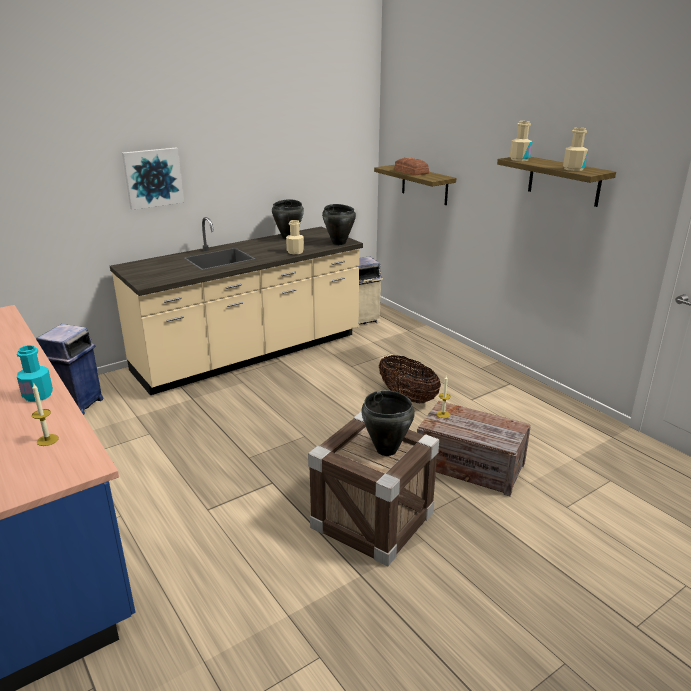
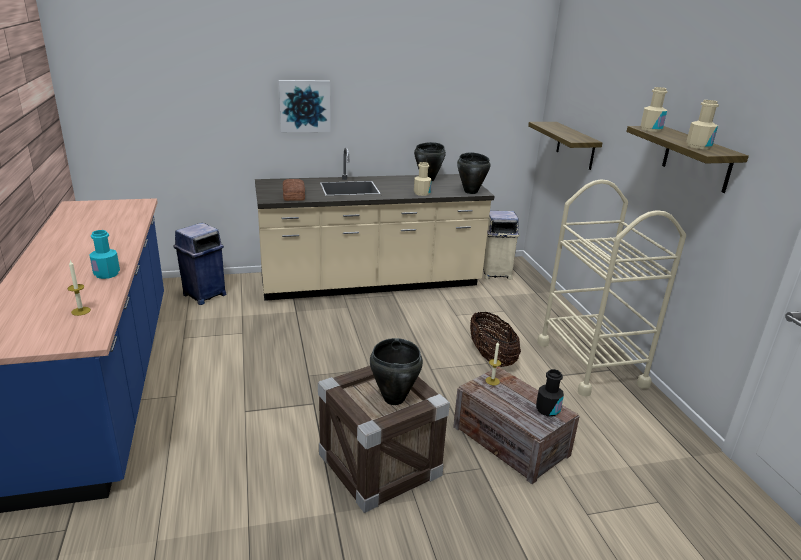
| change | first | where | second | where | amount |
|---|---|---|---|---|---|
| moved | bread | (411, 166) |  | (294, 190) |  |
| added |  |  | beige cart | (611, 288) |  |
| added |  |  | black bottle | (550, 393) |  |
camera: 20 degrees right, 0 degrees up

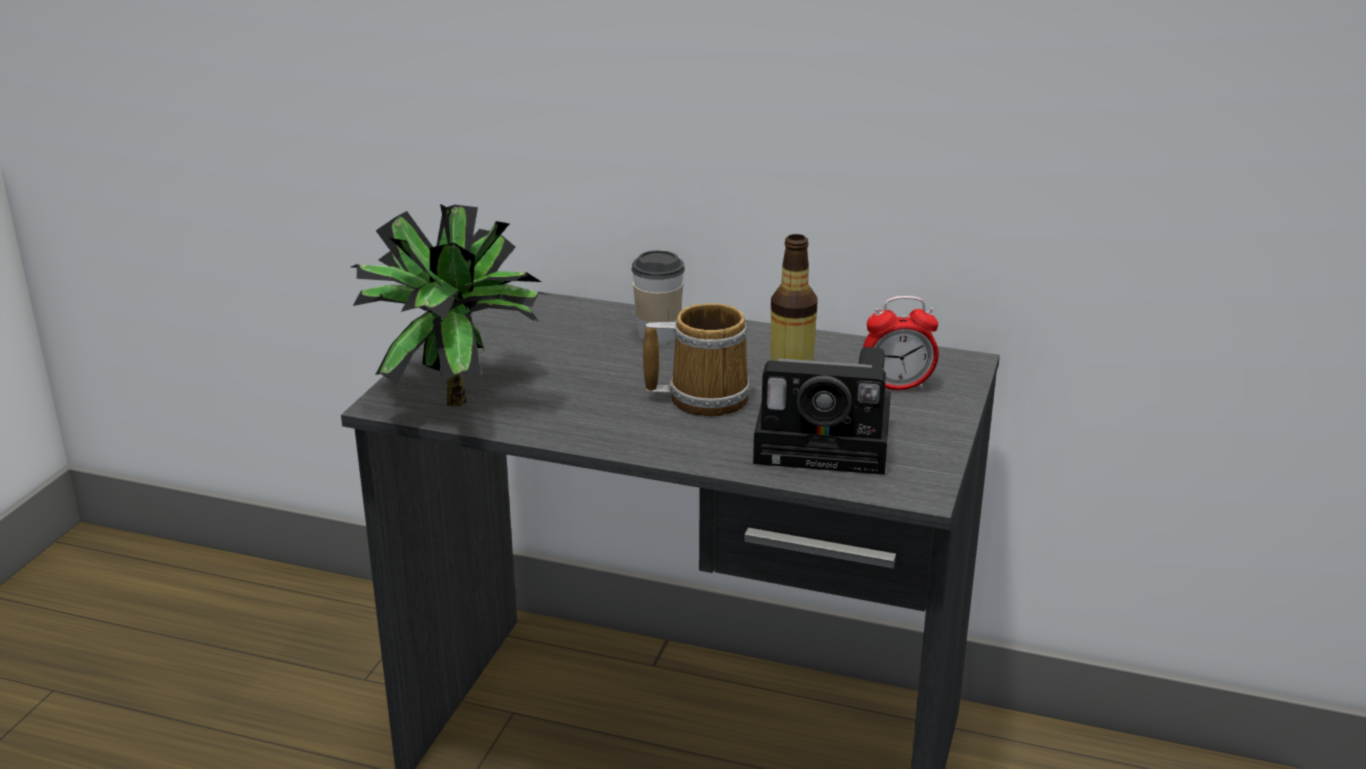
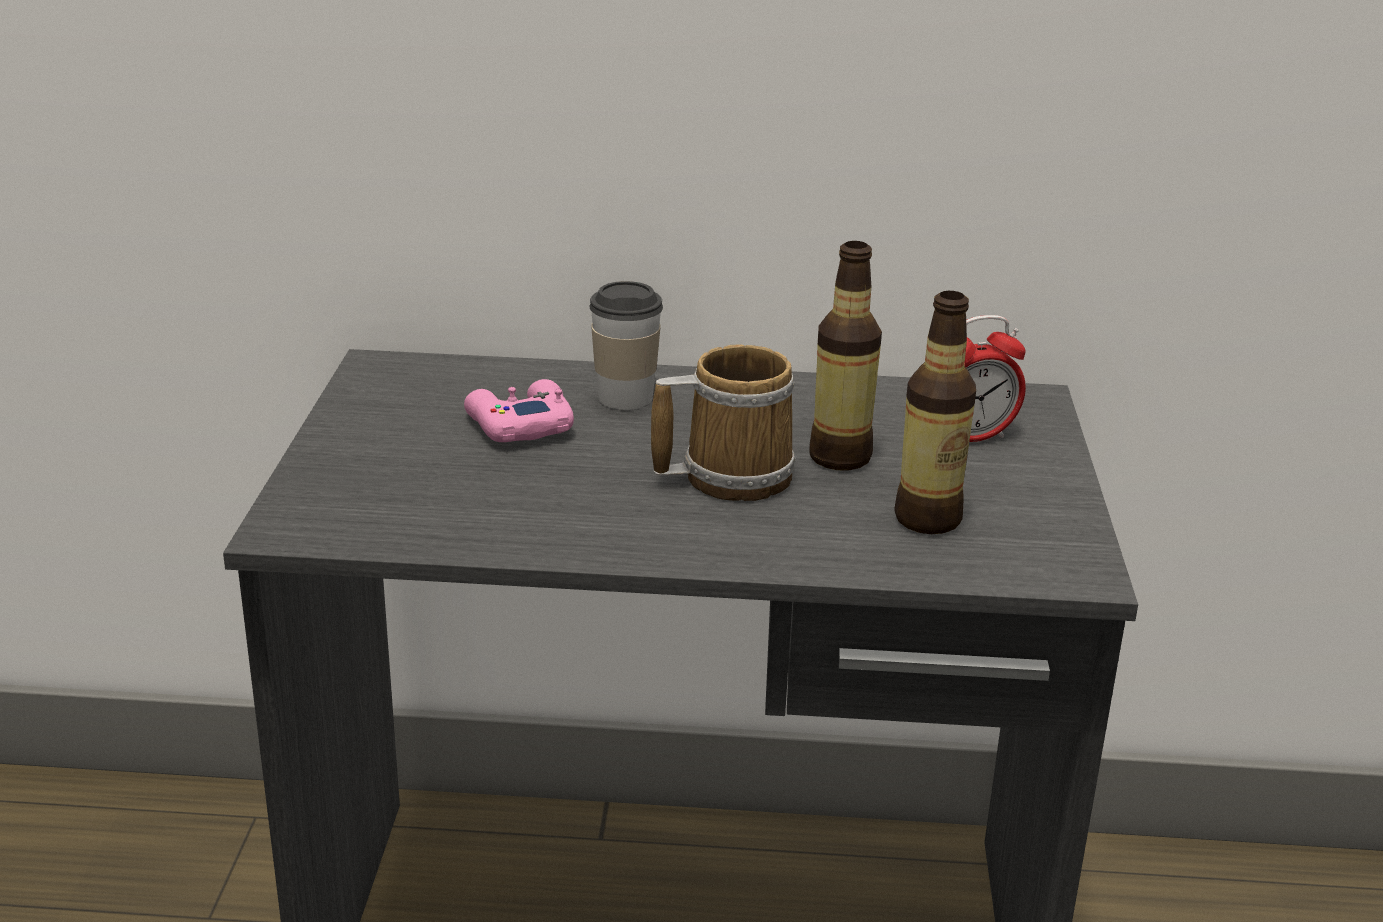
| change | first | where | second | where | amount |
|---|---|---|---|---|---|
| removed | potted plant | (450, 305) |  |  |  |
| replaced | photo camera | (822, 411) | bottle | (935, 412) |  |
| added |  |  | pink game controller | (519, 410) |  |
camera: 15 degrees left, 0 degrees up

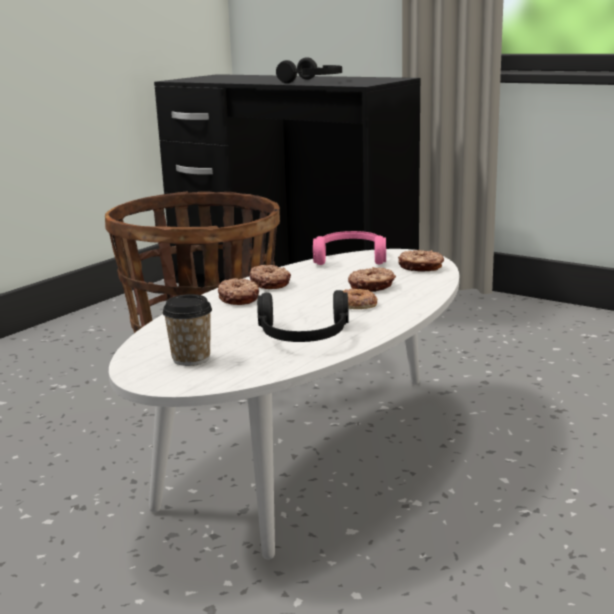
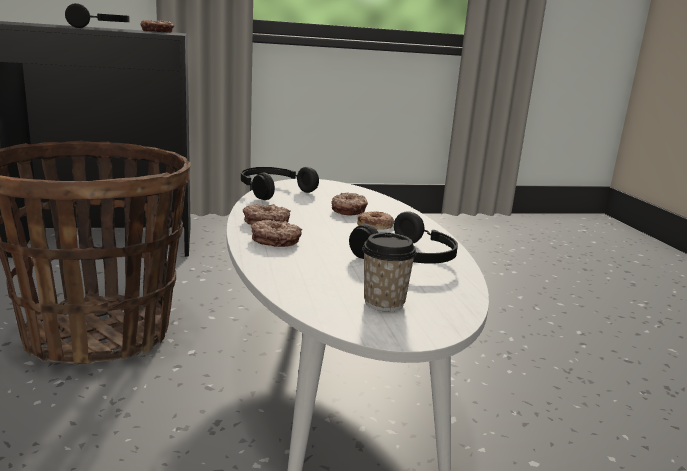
| change | first | where | second | where | amount |
|---|---|---|---|---|---|
| recoloured | pink headphones | (349, 248) | black headphones | (280, 183) |  |
| moved | donut | (421, 260) |  | (157, 26) |  |
camera: 50 degrees left, 0 degrees up

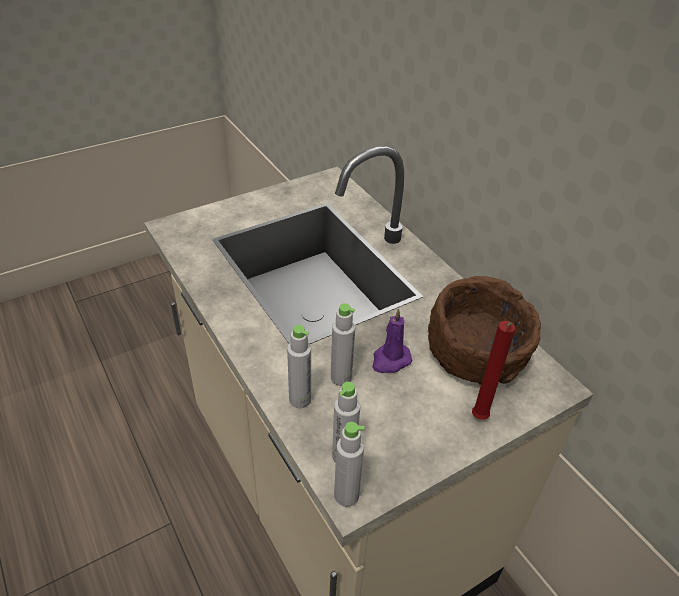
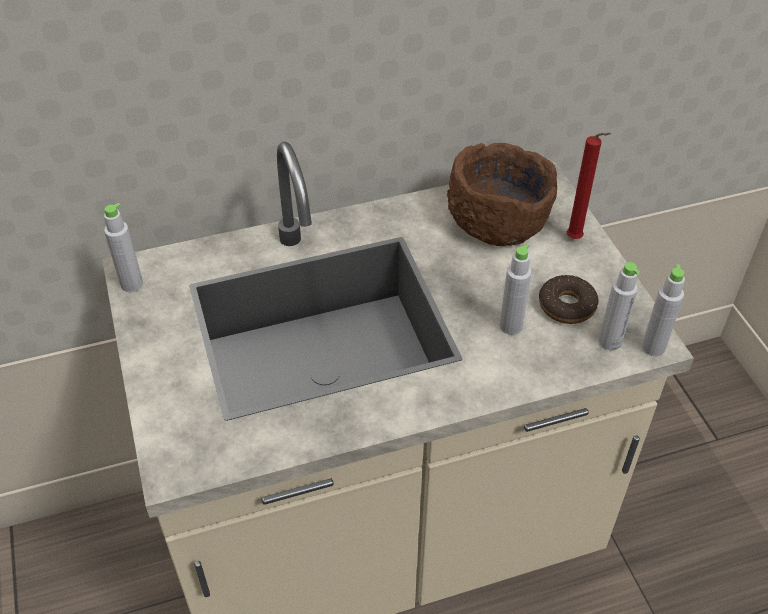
| change | first | where | second | where | amount |
|---|---|---|---|---|---|
| removed | purple candle | (392, 340) |  |  |  |
| moved | grey bottle | (299, 366) |  | (123, 247) |  |
| added |  |  | donut | (569, 299) |  |
camera: 75 degrees left, 5 degrees up

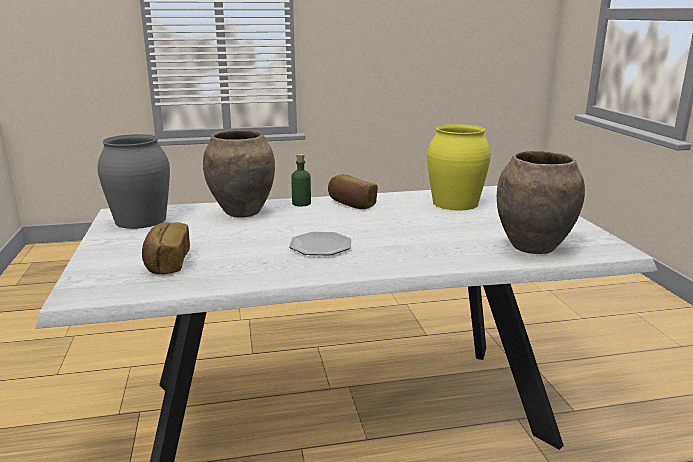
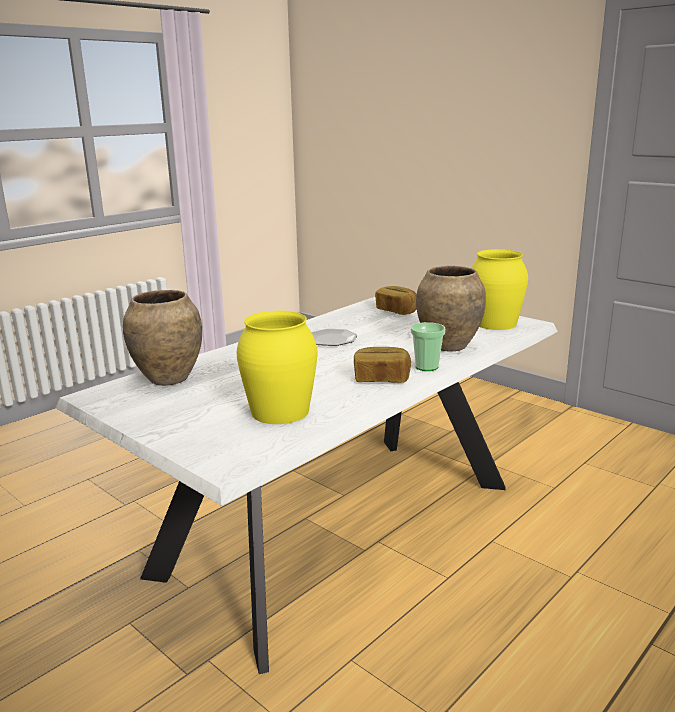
| change | first | where | second | where | amount |
|---|---|---|---|---|---|
| recoloured | grey vase | (133, 181) | yellow vase | (499, 289) |  |
| replaced | green bottle | (301, 180) | cup | (428, 346) |  |
camera: 145 degrees right, 0 degrees up

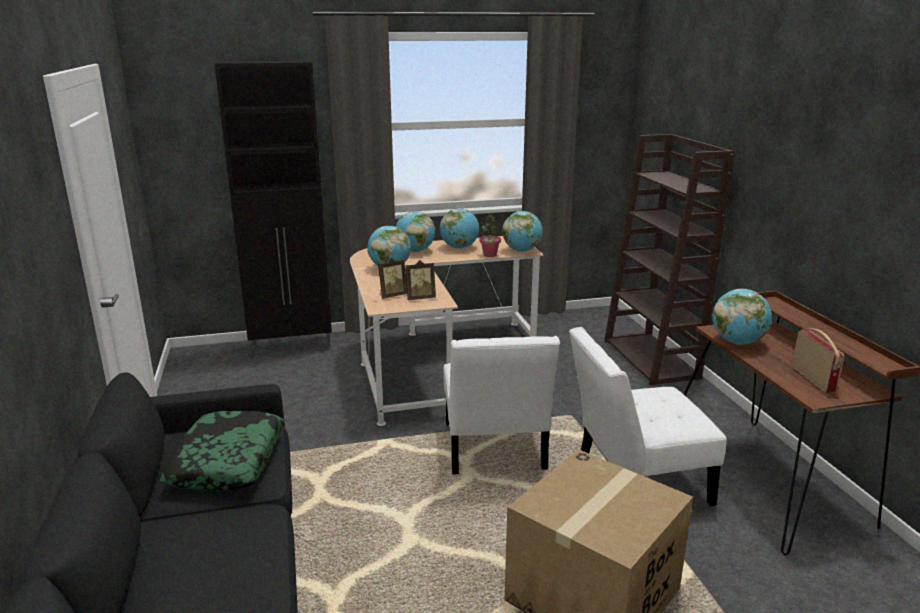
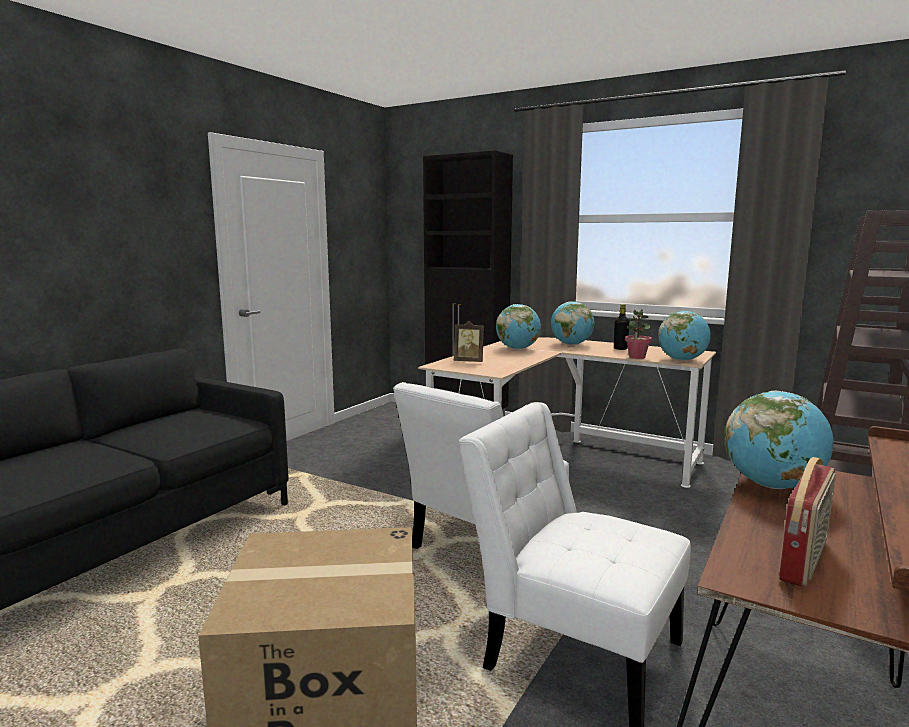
| change | first | where | second | where | amount |
|---|---|---|---|---|---|
| replaced | globe | (459, 228) | black bottle | (622, 327) |  |
| removed | picture frame | (421, 280) |  |  |  |
| removed | pillow | (222, 450) |  |  |  |
camera: 45 degrees right, 10 degrees down

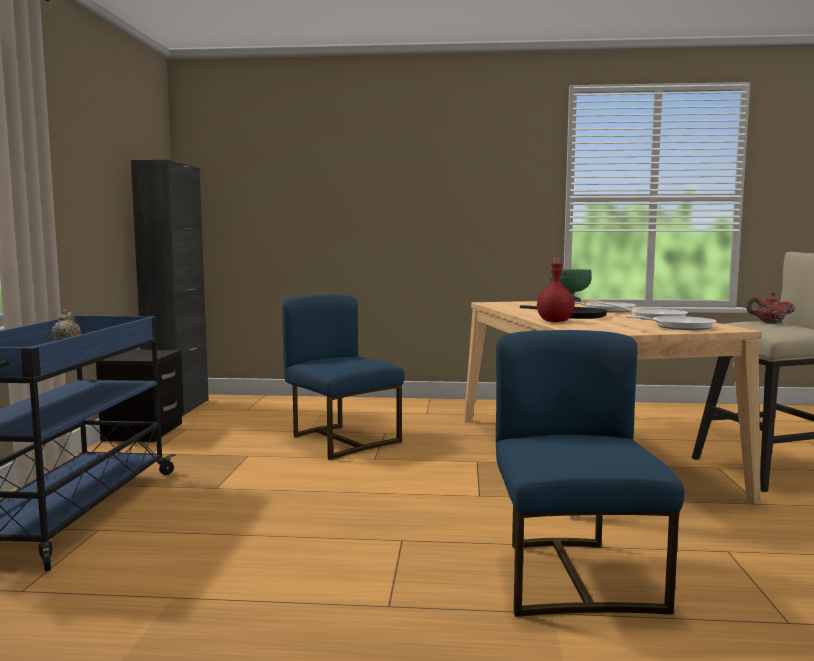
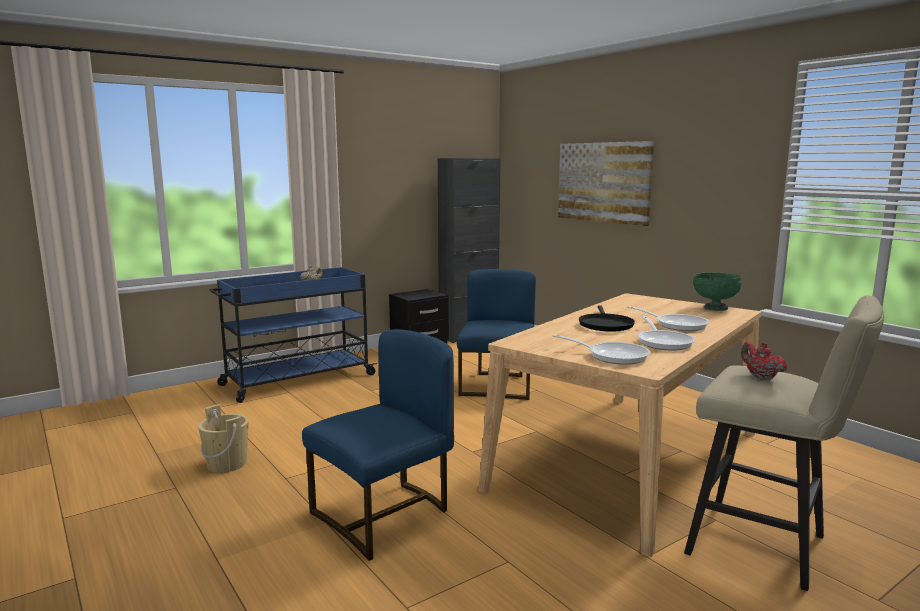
| change | first | where | second | where | amount |
|---|---|---|---|---|---|
| removed | red bottle | (556, 290) |  |  |  |
| added |  |  | picture | (606, 183) |  |
| added |  |  | beige bucket | (223, 438) |  |
camera: 50 degrees right, 5 degrees up

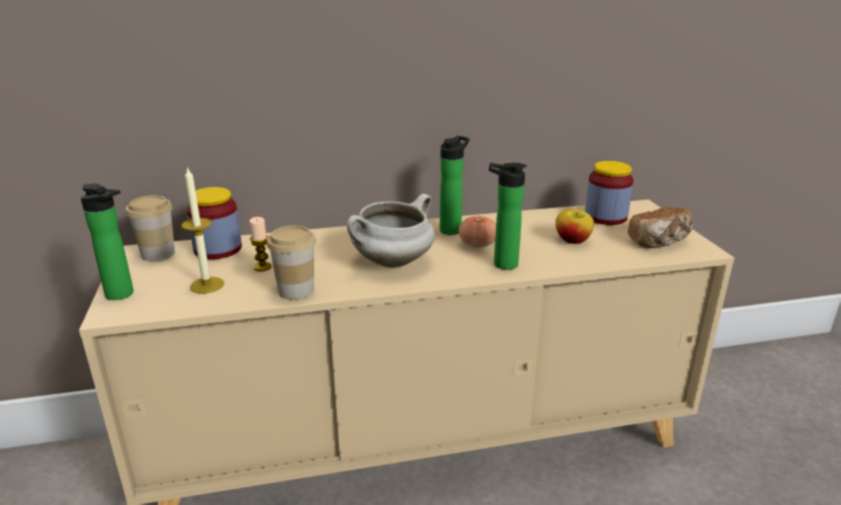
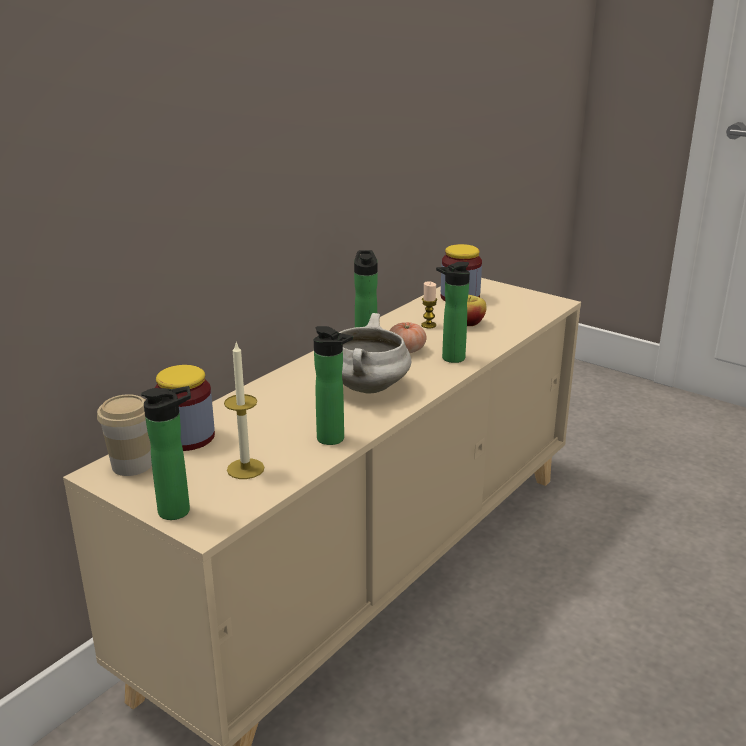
| change | first | where | second | where | amount |
|---|---|---|---|---|---|
| removed | bread | (660, 227) |  |  |  |
| moved | candle | (261, 244) |  | (429, 305) |  |
| replaced | cup | (291, 263) | bottle | (333, 385) |  |
camera: 40 degrees left, 0 degrees up

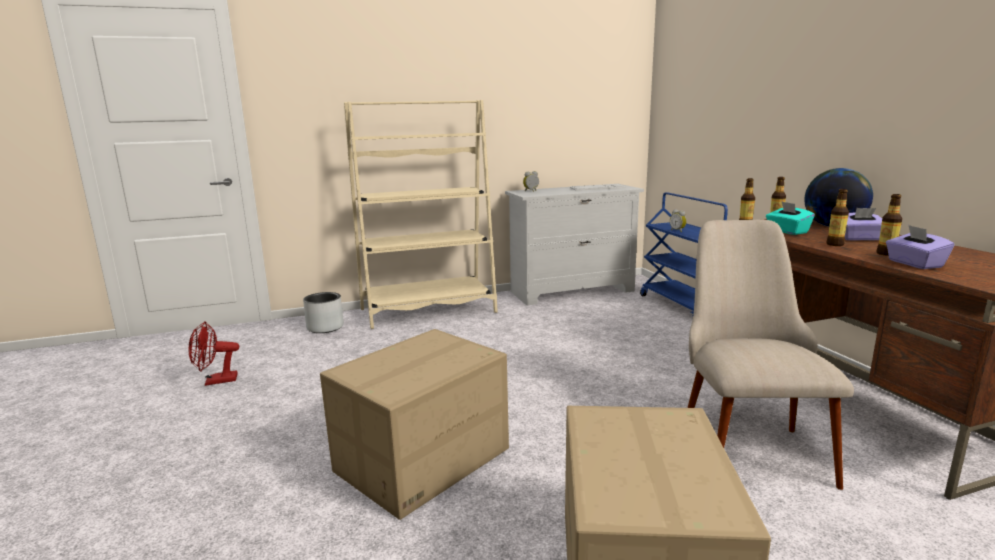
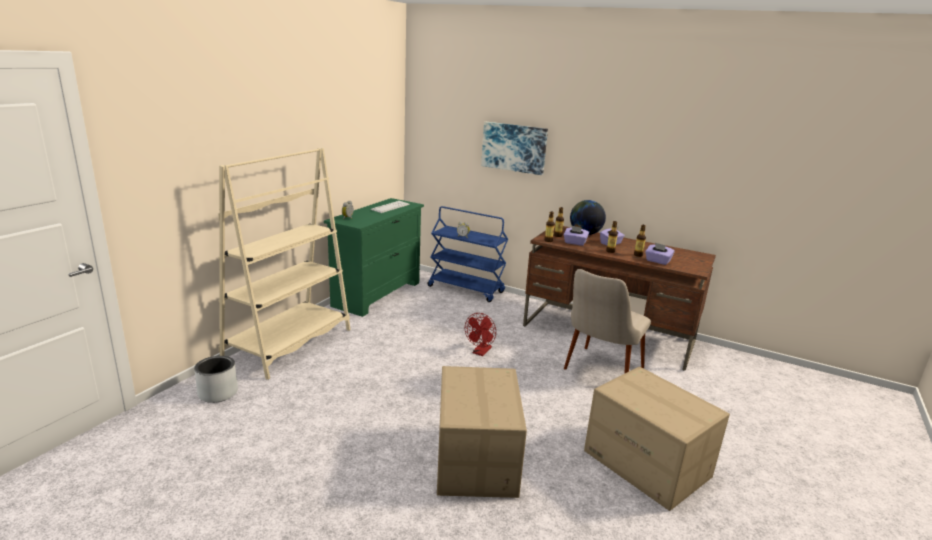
| change | first | where | second | where | amount |
|---|---|---|---|---|---|
| recoloured | white dresser | (574, 244) | green dresser | (374, 257) |  |
| recoloured | turquoise tissue box | (790, 218) | purple tissue box | (576, 236) |  |
| turned | beige chair | (770, 355) |  | (607, 321) | 105 degrees counterclockwise |
| moved | red fan | (214, 353) |  | (480, 334) |  |
| added |  |  | picture | (514, 148) |  |
camera: 45 degrees left, 5 degrees up

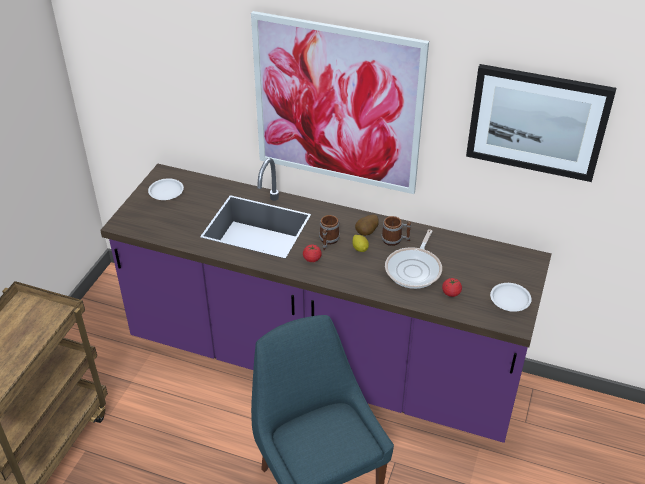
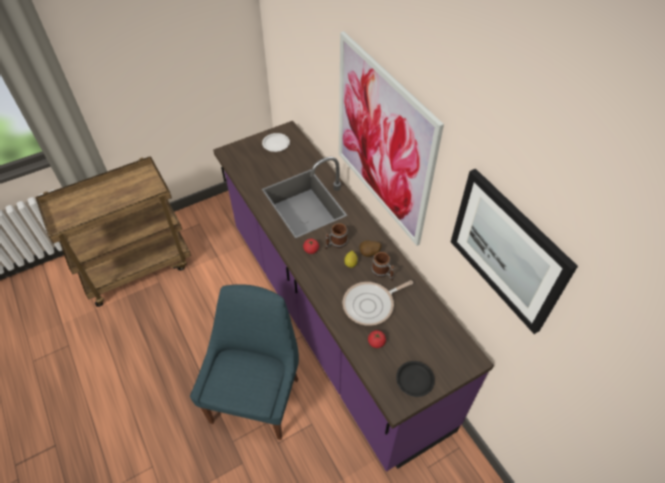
| change | first | where | second | where | amount |
|---|---|---|---|---|---|
| recoloured | white plate | (511, 297) | black plate | (415, 379) |  |
camera: 40 degrees right, 10 degrees up

